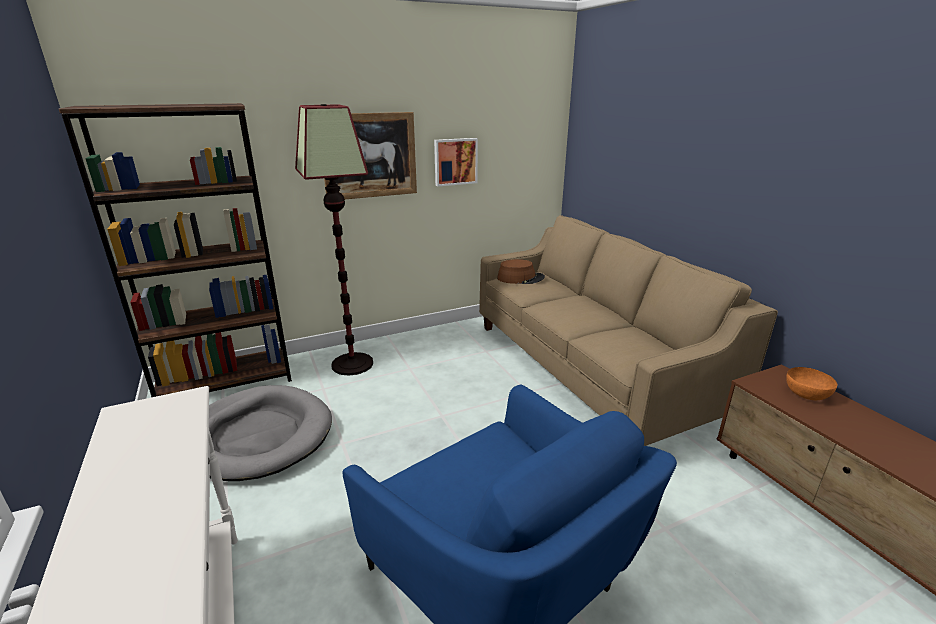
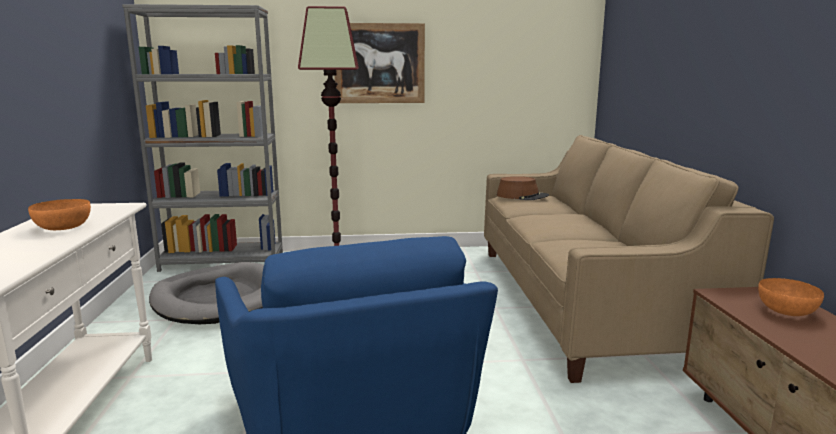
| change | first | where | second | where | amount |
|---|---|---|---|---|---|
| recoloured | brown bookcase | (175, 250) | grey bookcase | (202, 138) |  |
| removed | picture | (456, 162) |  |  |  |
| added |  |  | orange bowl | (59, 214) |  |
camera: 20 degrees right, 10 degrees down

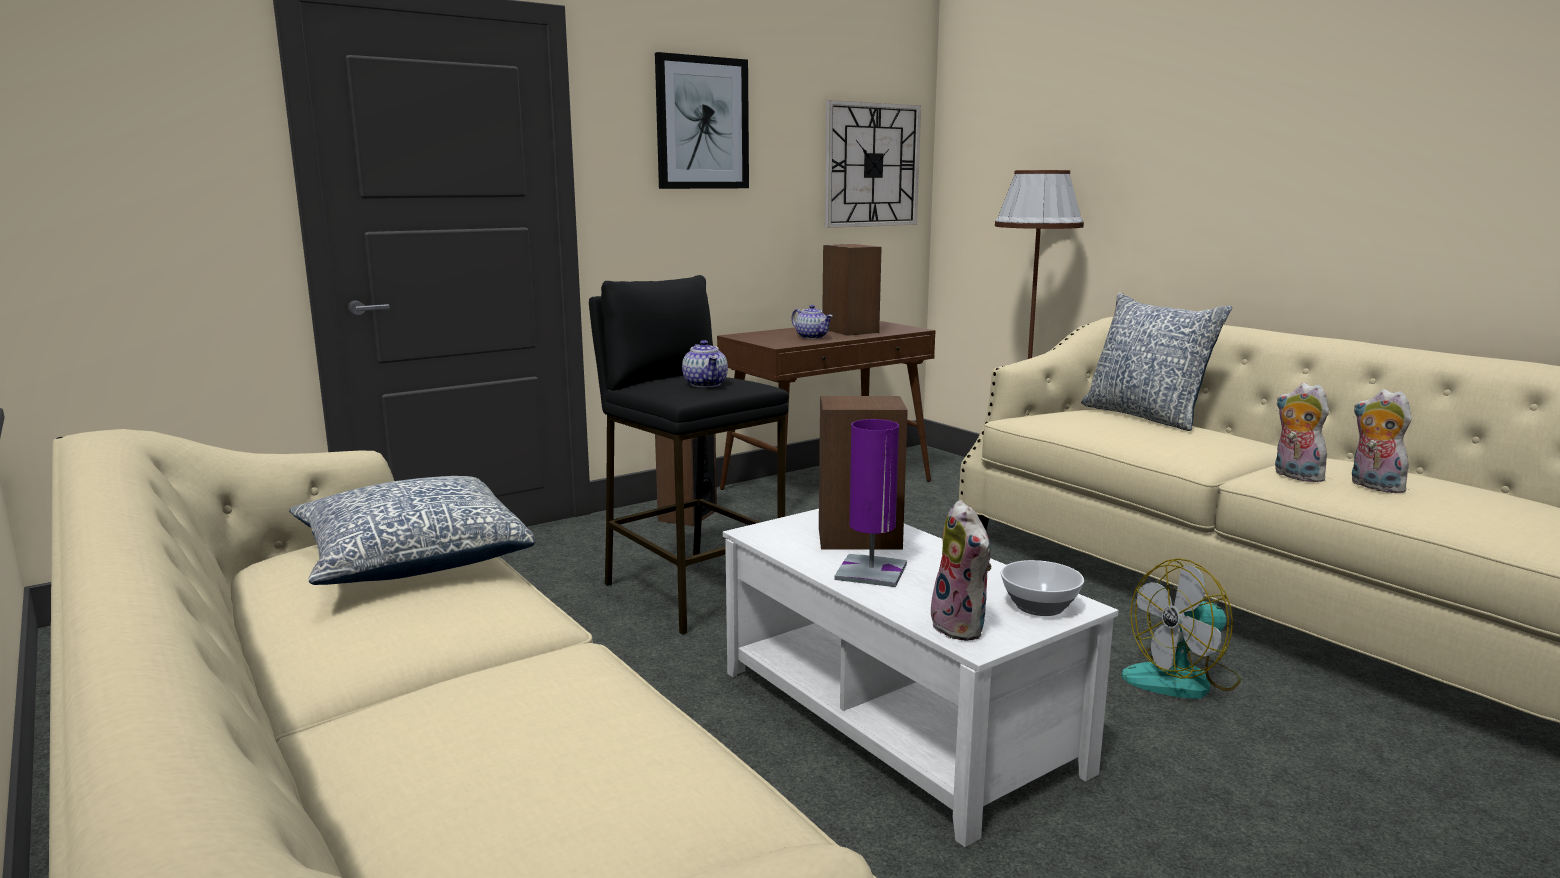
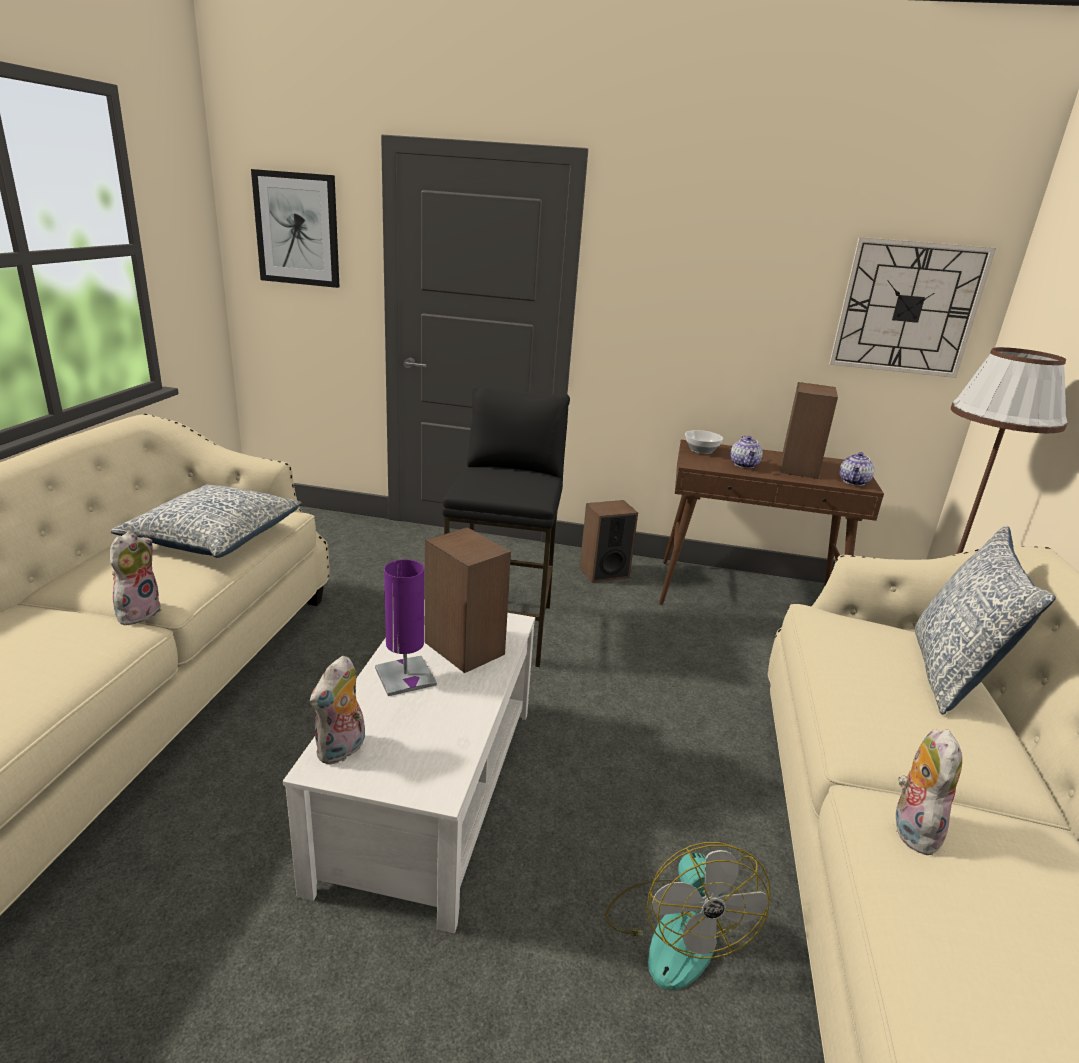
| change | first | where | second | where | amount |
|---|---|---|---|---|---|
| moved | picture | (702, 120) |  | (295, 228) |  |
| moved | teapot | (705, 363) |  | (856, 469) |  |
| moved | plush toy | (1382, 441) |  | (136, 578) |  |
| turned | fan | (1181, 628) |  | (688, 916) | 120 degrees counterclockwise |
| moved | bowl | (1042, 588) |  | (704, 442) |  |
camera: 45 degrees right, 10 degrees up

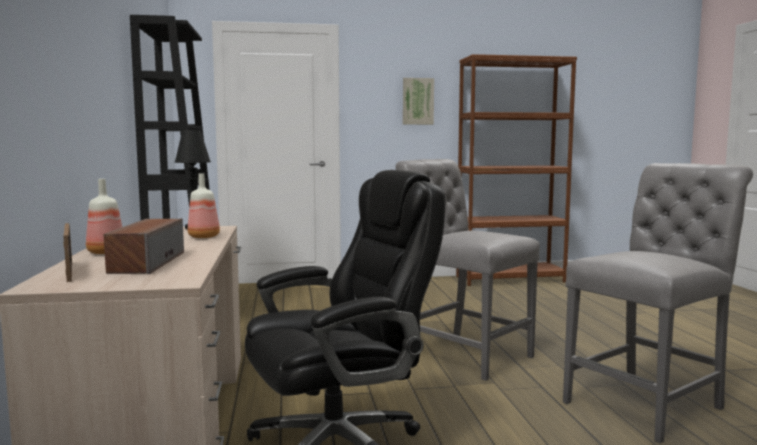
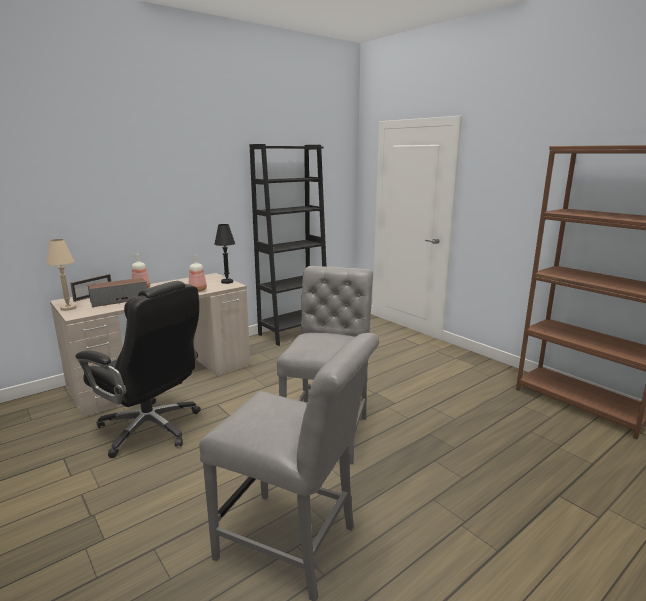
| change | first | where | second | where | amount |
|---|---|---|---|---|---|
| removed | picture | (418, 101) |  |  |  |
| added |  |  | beige table lamp | (61, 275) |  |
camera: 60 degrees right, 10 degrees up

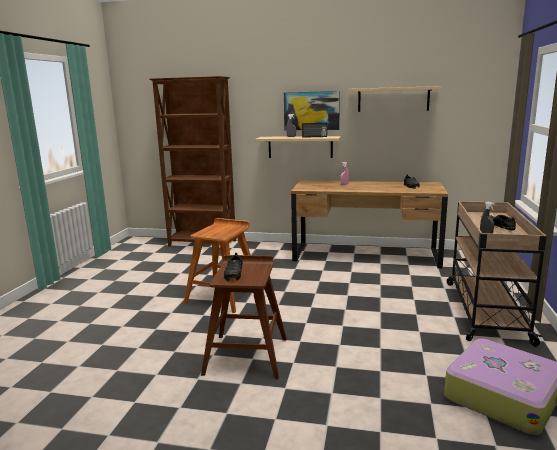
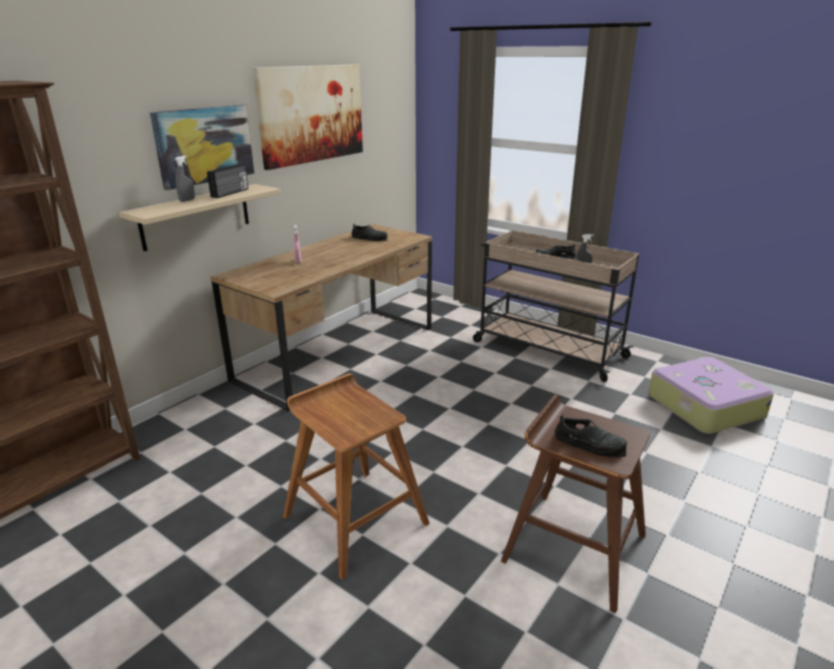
| change | first | where | second | where | amount |
|---|---|---|---|---|---|
| replaced | beige shelf | (395, 99) | picture | (308, 117) |  |
camera: 65 degrees left, 10 degrees up

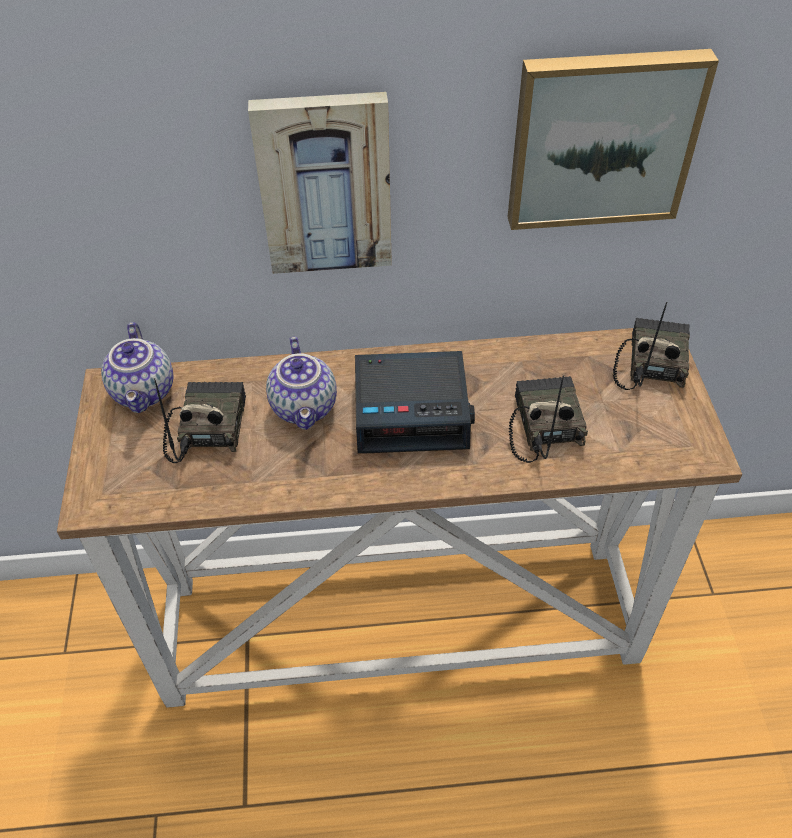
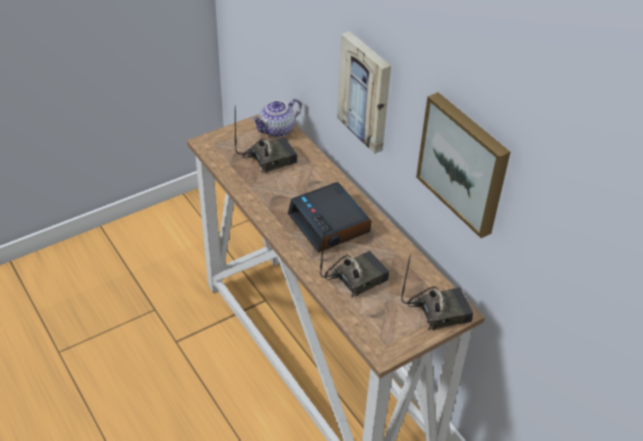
| change | first | where | second | where | amount |
|---|---|---|---|---|---|
| removed | teapot | (301, 383) |  |  |  |
camera: 60 degrees right, 5 degrees down

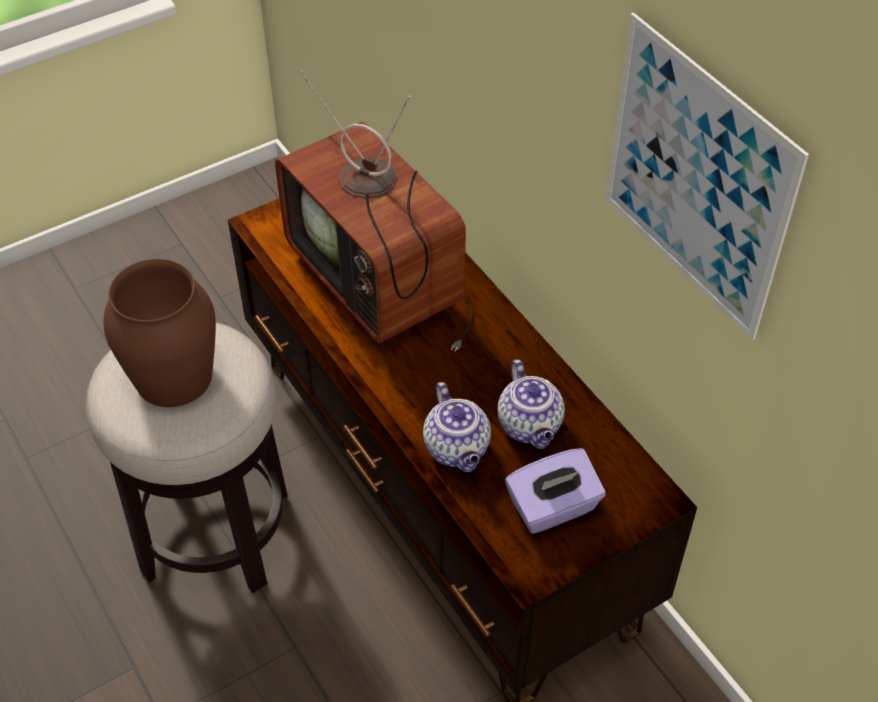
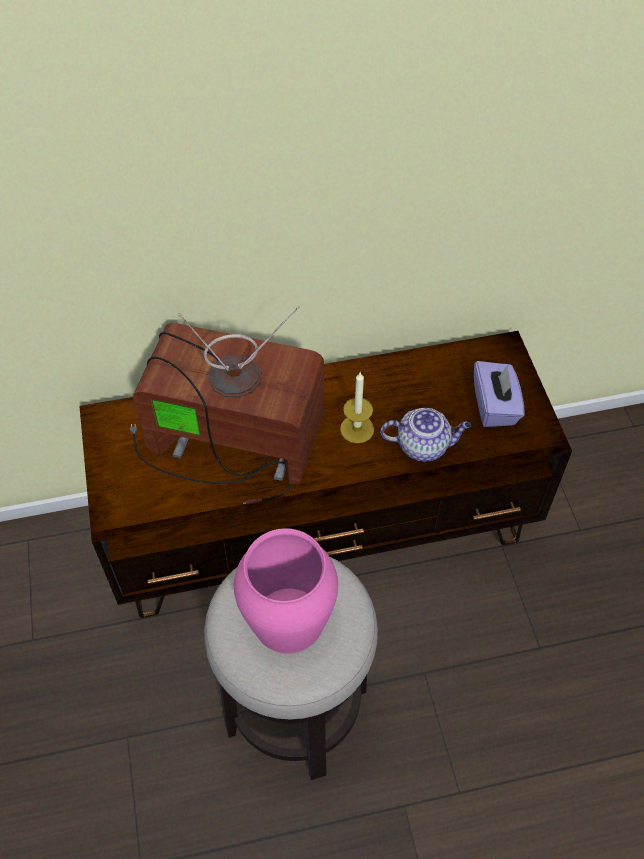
| change | first | where | second | where | amount |
|---|---|---|---|---|---|
| removed | picture | (707, 176) |  |  |  |
| turned | television | (374, 211) |  | (227, 405) | 150 degrees counterclockwise |
| recoloured | brown vase | (159, 333) | pink vase | (286, 590) |  |
| removed | teapot | (531, 404) |  |  |  |
| added |  |  | candle | (357, 408) |  |
camera: 70 degrees left, 5 degrees up

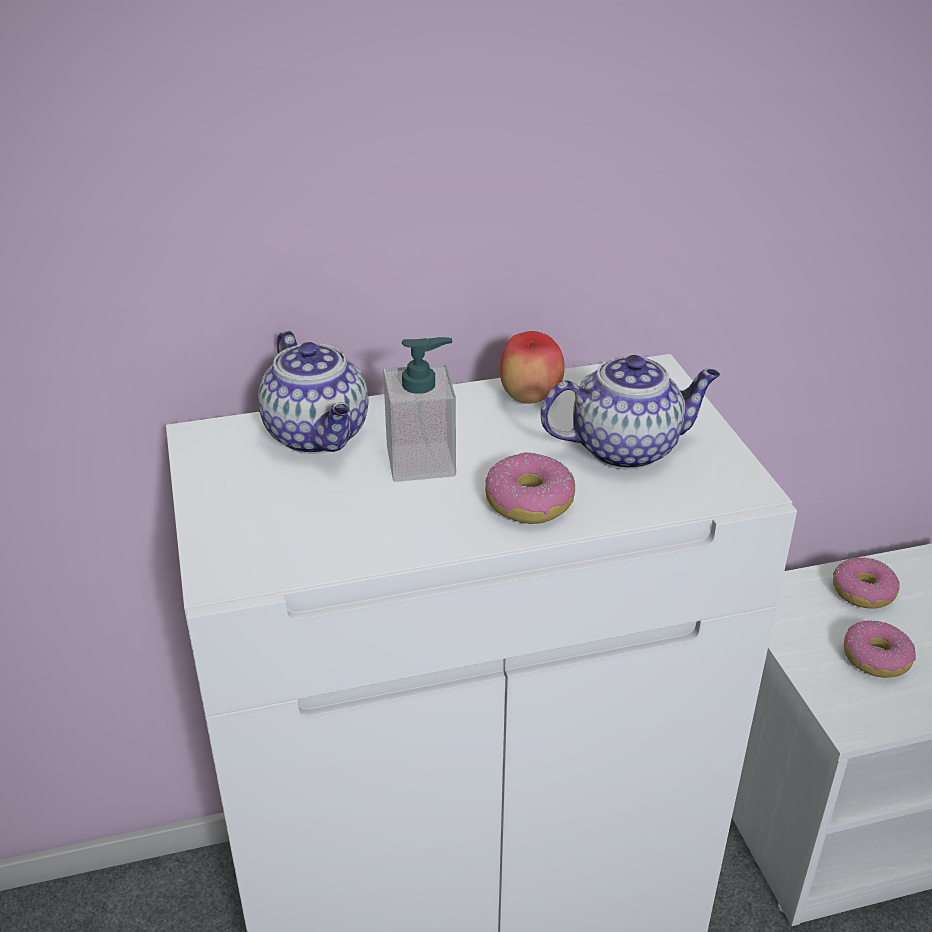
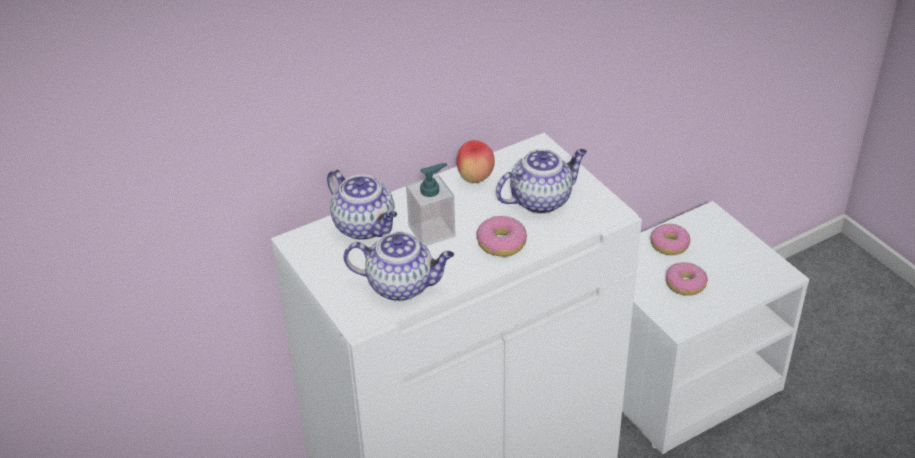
| change | first | where | second | where | amount |
|---|---|---|---|---|---|
| added |  |  | teapot | (399, 266) |  |
camera: 15 degrees left, 5 degrees up

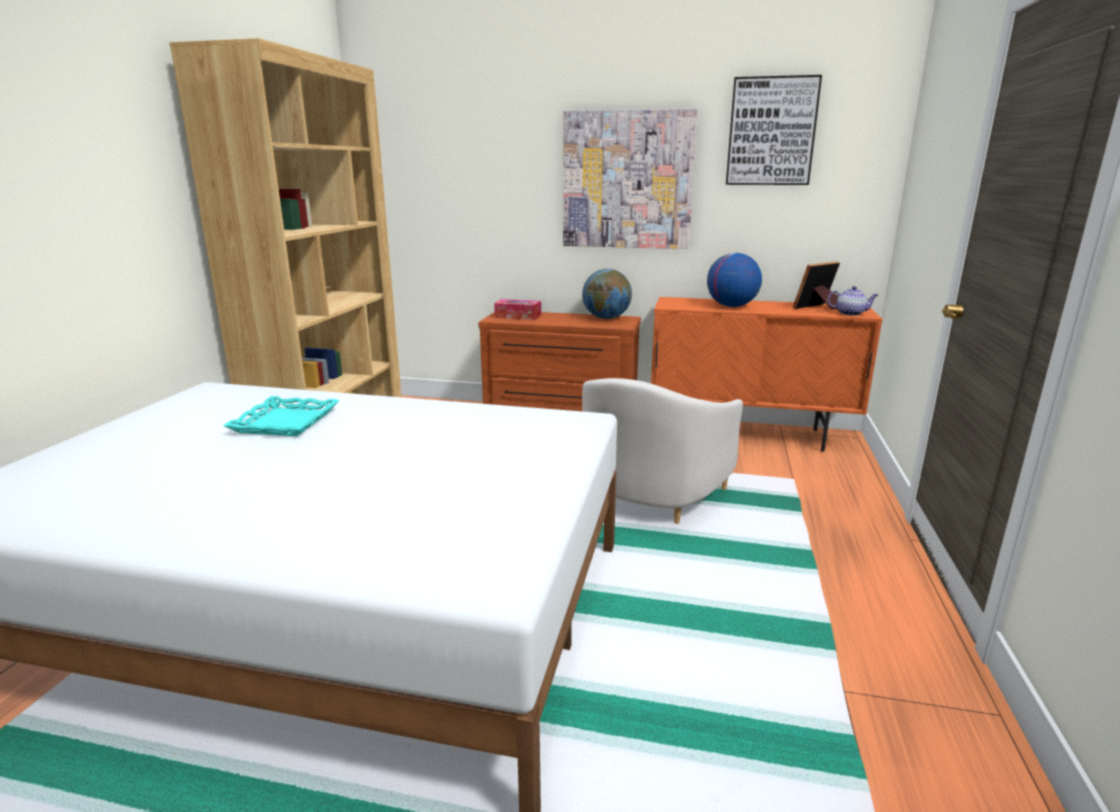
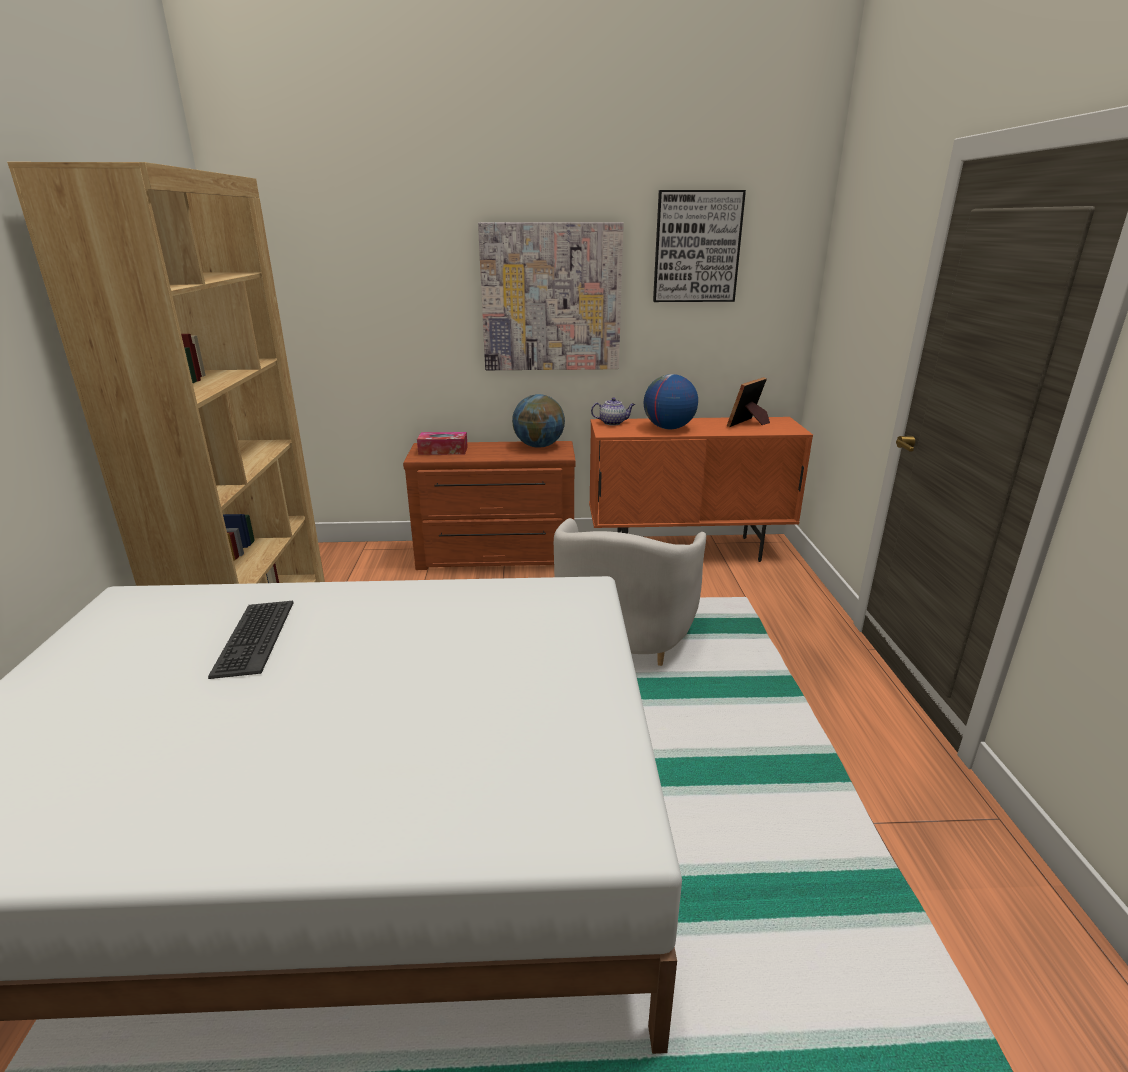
| change | first | where | second | where | amount |
|---|---|---|---|---|---|
| moved | teapot | (852, 301) |  | (613, 411) |  |
| replaced | turquoise tray | (281, 416) | keyboard | (251, 640) |  |
camera: 15 degrees left, 5 degrees up

